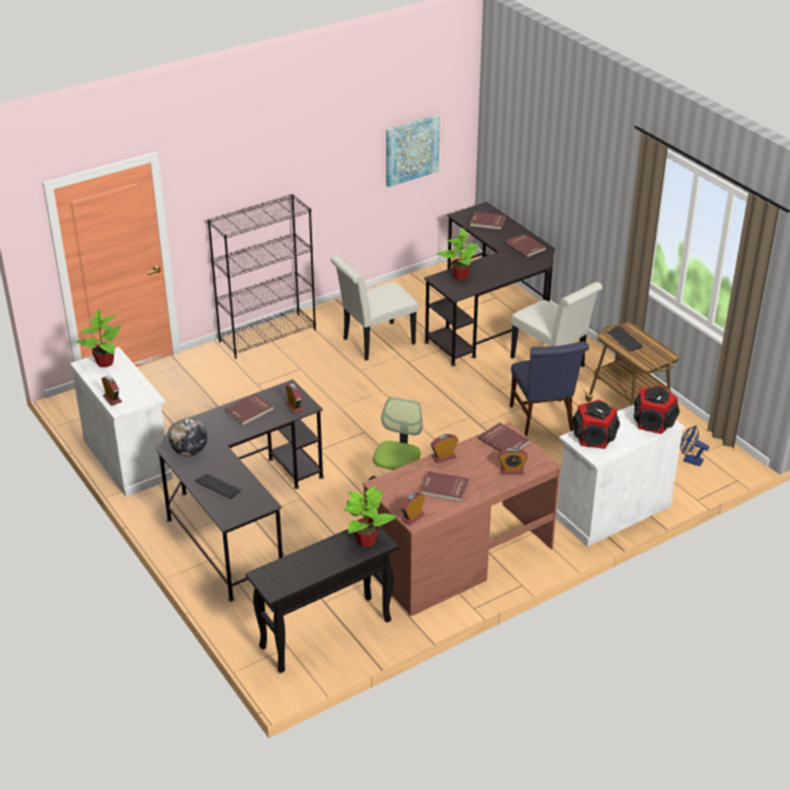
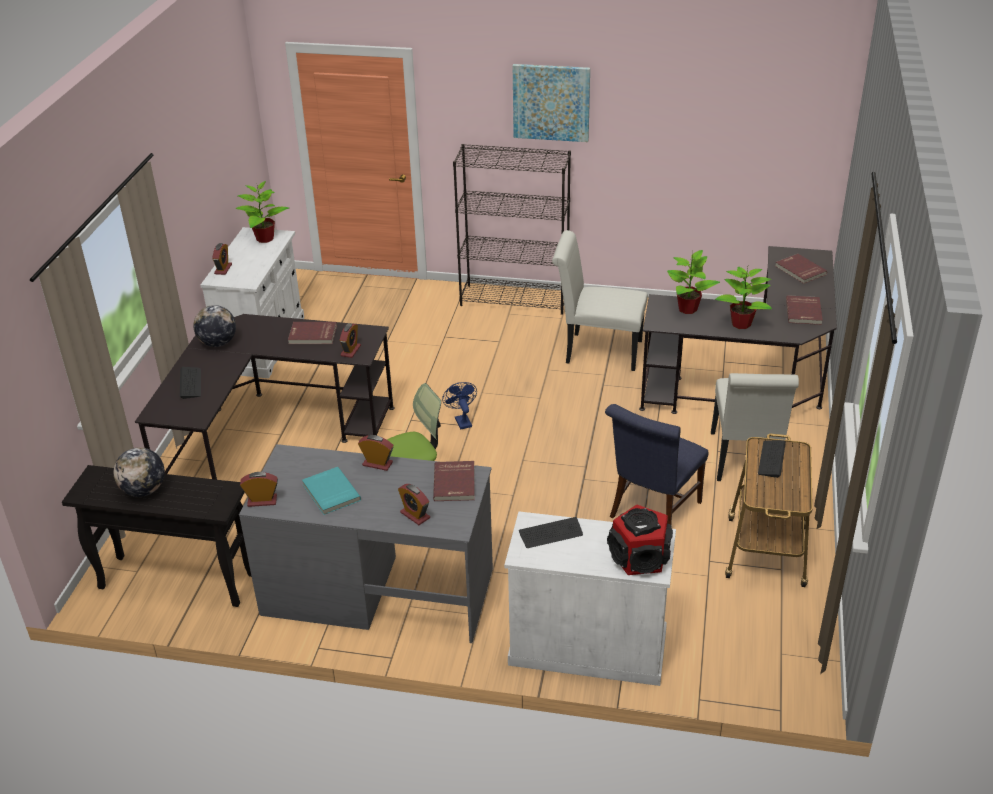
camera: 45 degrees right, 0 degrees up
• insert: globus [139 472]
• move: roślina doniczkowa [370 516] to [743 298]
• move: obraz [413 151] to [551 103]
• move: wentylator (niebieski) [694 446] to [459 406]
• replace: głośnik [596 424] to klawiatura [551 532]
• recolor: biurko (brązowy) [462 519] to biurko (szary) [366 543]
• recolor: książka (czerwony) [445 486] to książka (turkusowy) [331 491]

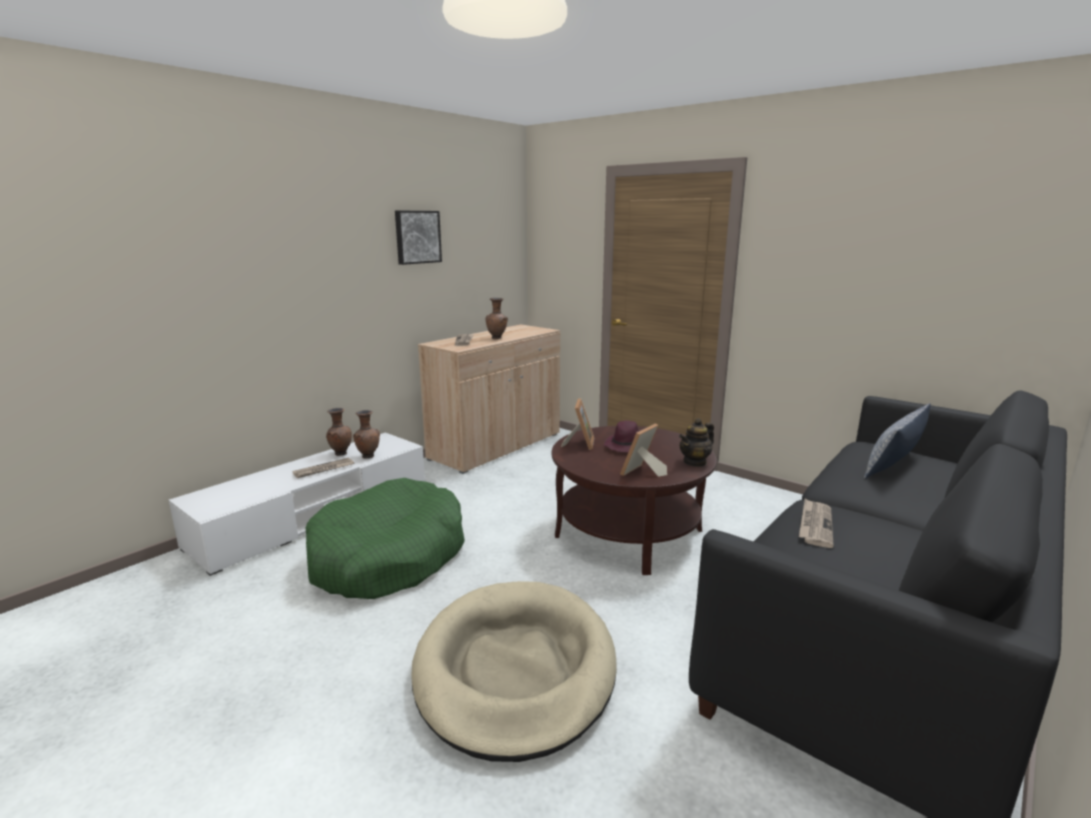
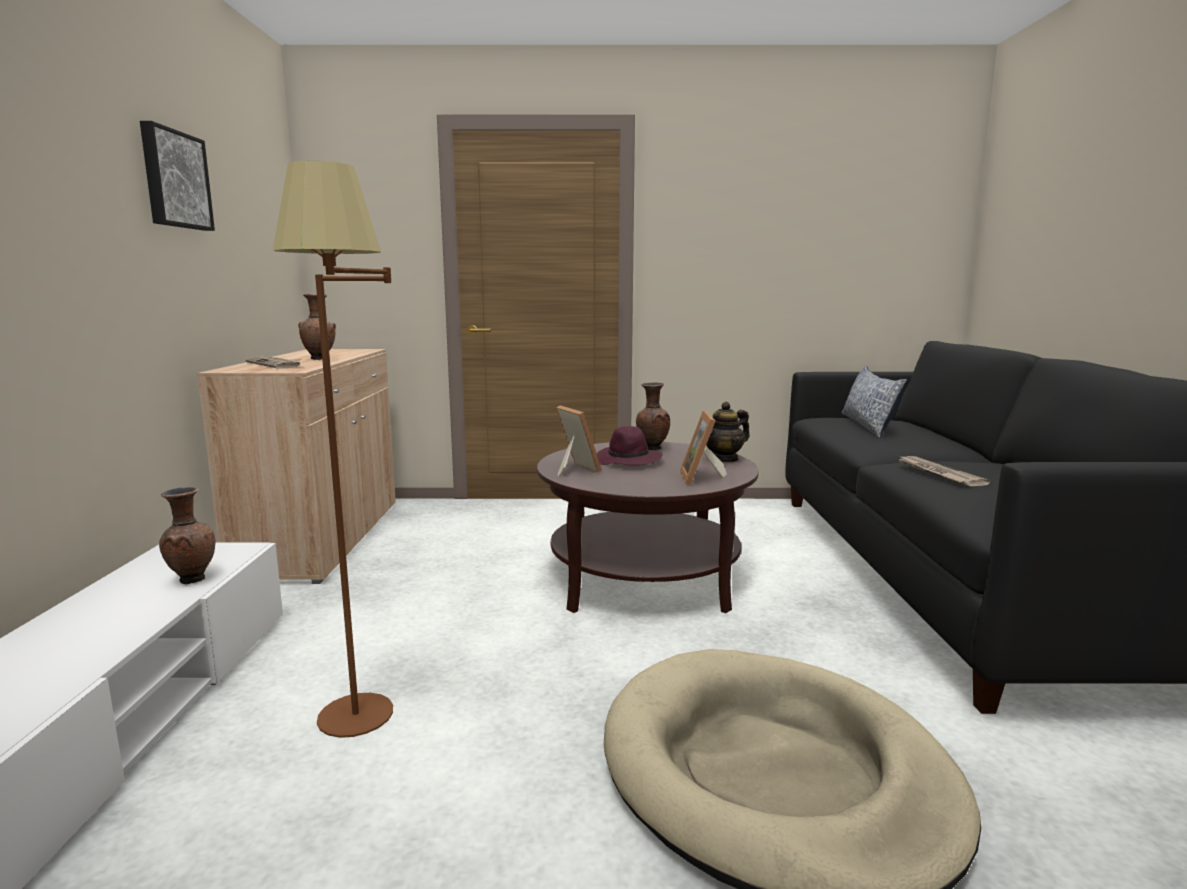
camera: 40 degrees left, 5 degrees down
• delete: gazeta [323 468]
• move: wazon (brązowy) [339 432] to [653 416]
• replace: legowisko (zielony) [385 538] to lampa stojąca (brązowy) [333 449]
• rotate: imbryk [696 442] = [728 432] 45 degrees clockwise

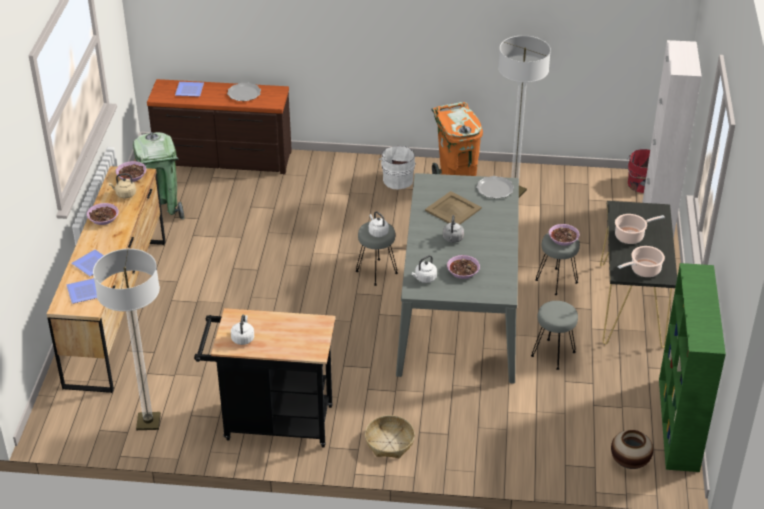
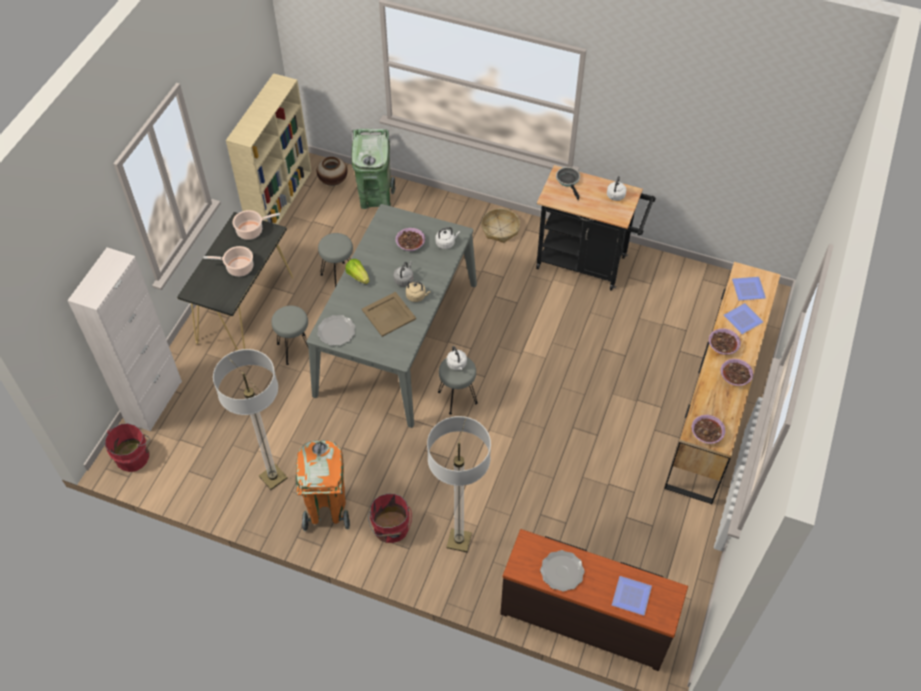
camera: 165 degrees left, 15 degrees up
• insert: sałata [357 271]
• insert: patelnia [568 183]
• move: lampa stojąca [127 339] to [459 484]
• move: czajnik (beżowy) [122 186] to [418 291]
• move: kosz na śmieci (zielony) [158 175] to [374 169]
• move: miska [564 235] to [725 342]
• recolor: wiadro (biały) [397 167] to wiadro (czerwony) [390 518]
• recolor: regał (zielony) [692 367] to regał (beżowy) [269 149]

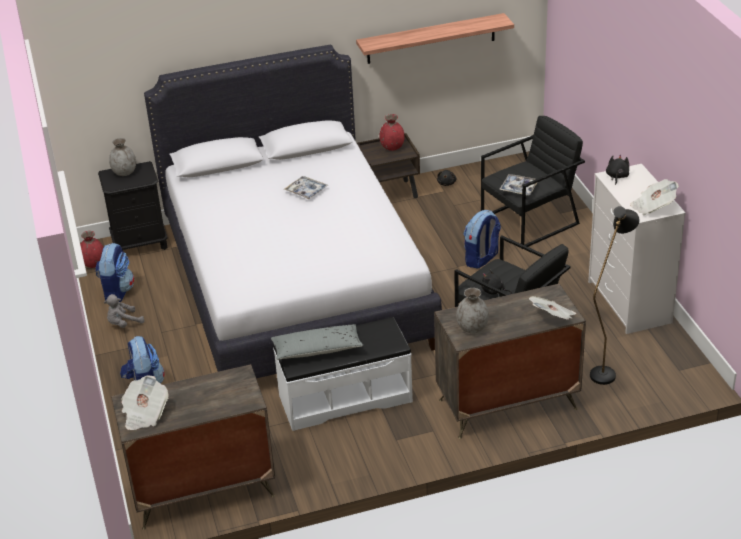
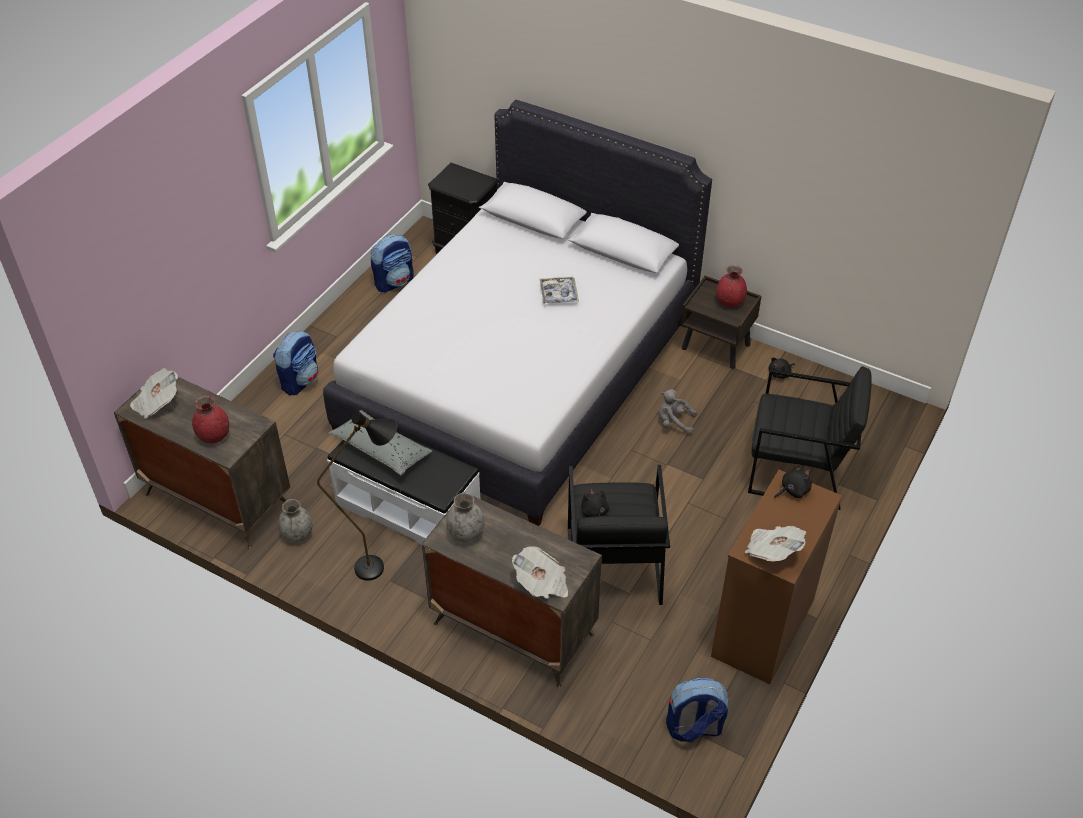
camera: 45 degrees right, 10 degrees up
• delete: półka [435 38]
• delete: taca [518 184]
• move: wazon (czerwony) [92 249] to [210 419]
• move: pluszak (szary) [124 311] to [678 412]
• move: wazon (szary) [122 157] to [295 521]
• move: plecak [482 239] to [697 710]
• move: lampa stojąca (czarny) [615 295] to [357 495]
• recolor: komoda (biały) [637 249] to komoda (brązowy) [776 577]

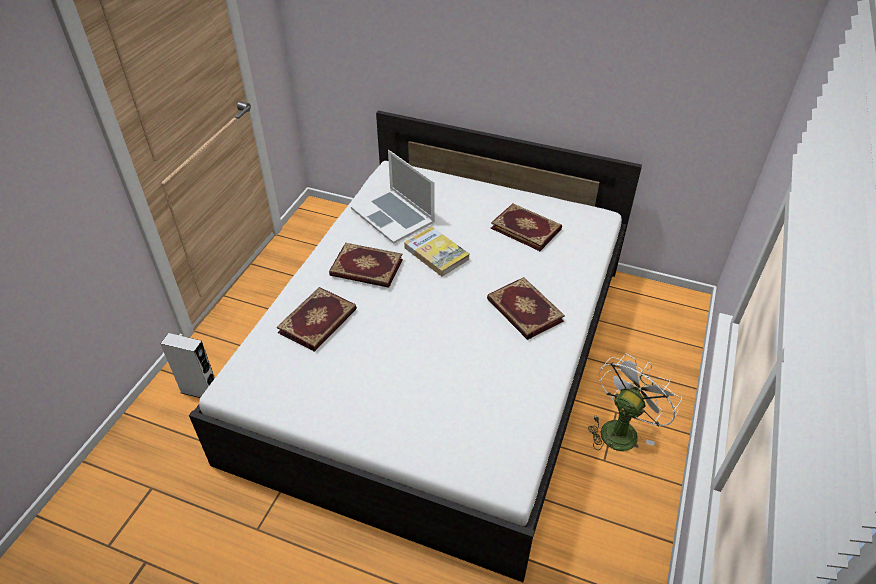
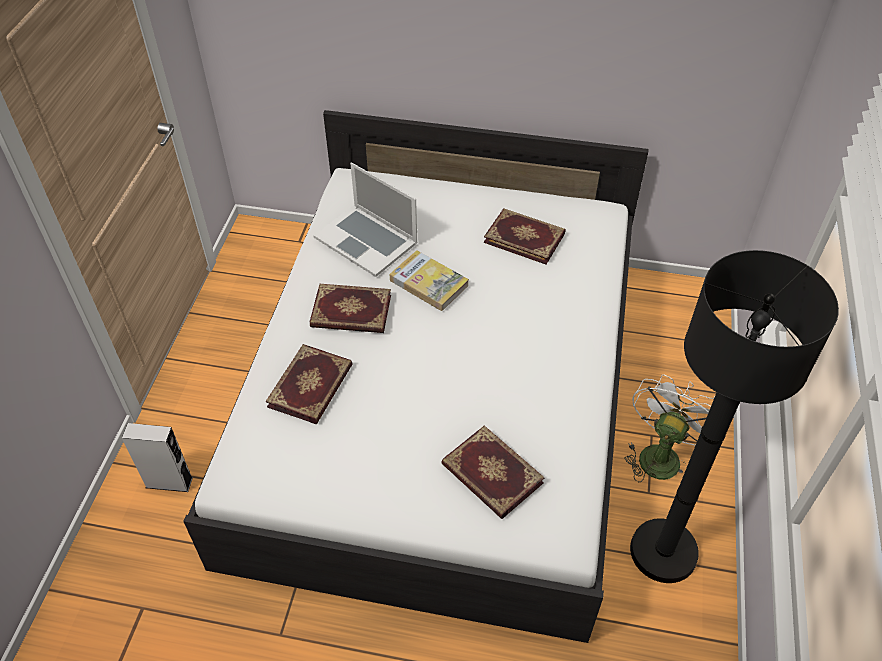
camera: 10 degrees left, 5 degrees up
• insert: lampa stojąca (czarny) [734 416]
• move: książka [526 308] to [493 472]

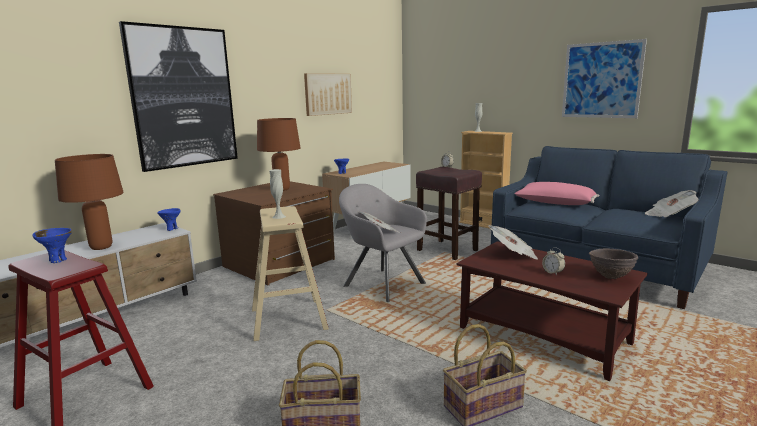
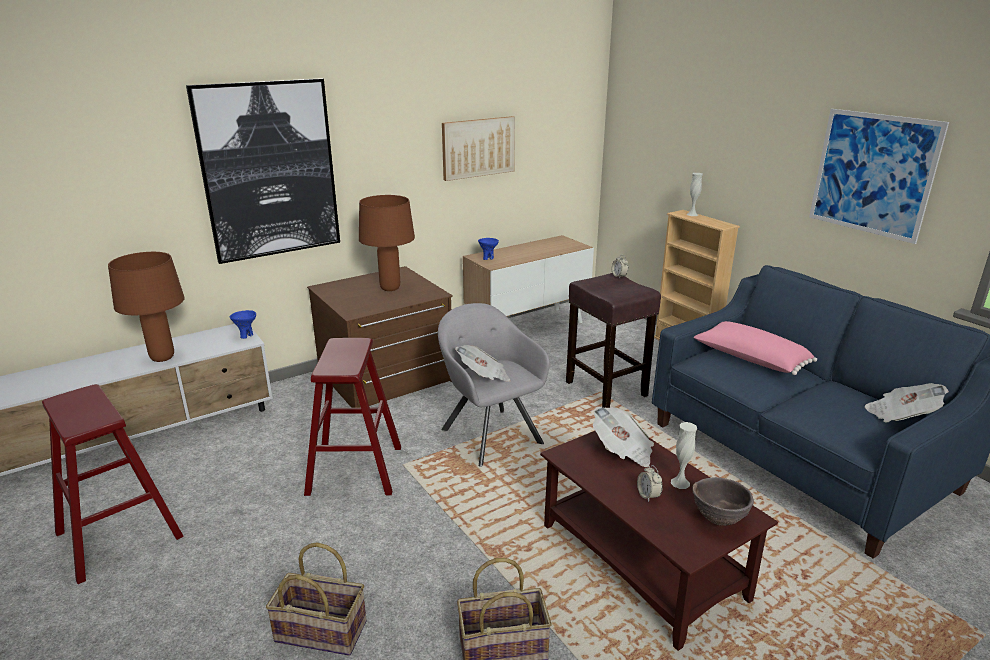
camera: 15 degrees right, 10 degrees up
• delete: miska (niebieski) [52 245]
• move: wazon (biały) [277 194] to [684 455]
• recolor: stołek (beżowy) [290 273] to stołek (czerwony) [352 417]

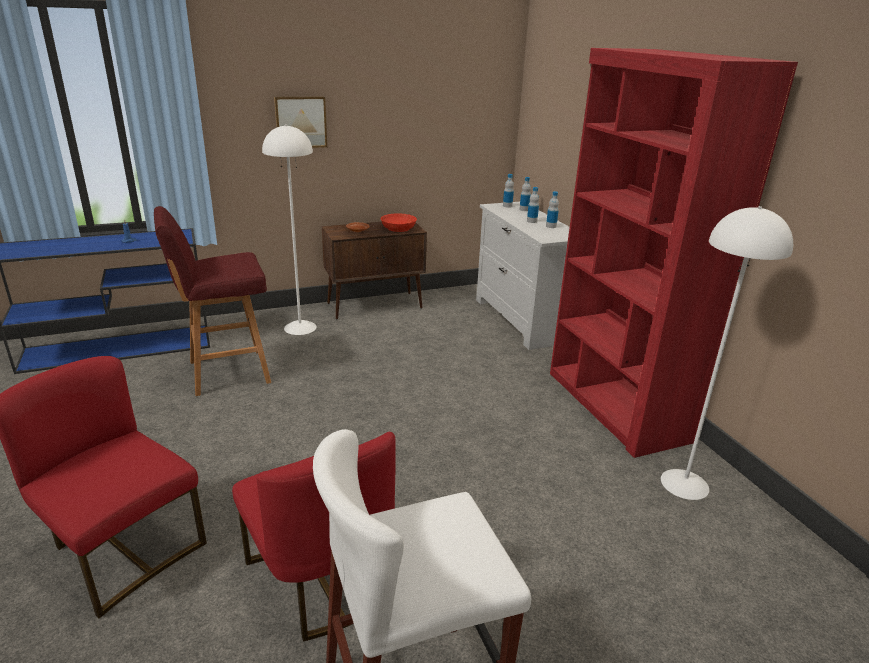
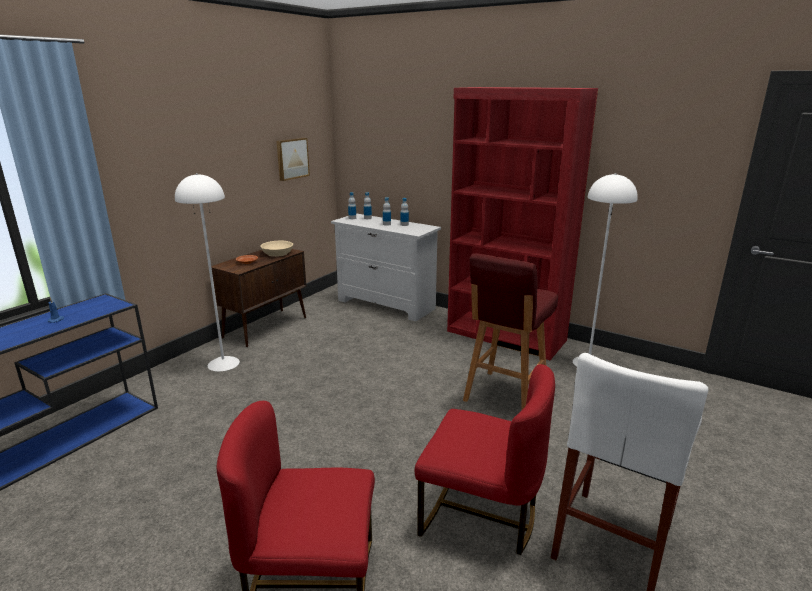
camera: 35 degrees left, 5 degrees down
• move: stołek (czerwony) [212 301] to [510 332]
• move: obraz [300 122] to [293 159]
• recolor: miska (czerwony) [398 222] to miska (beżowy) [276 249]

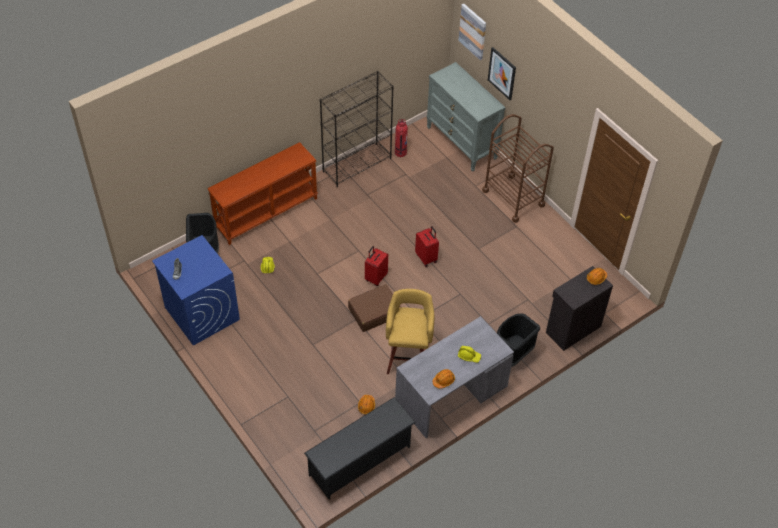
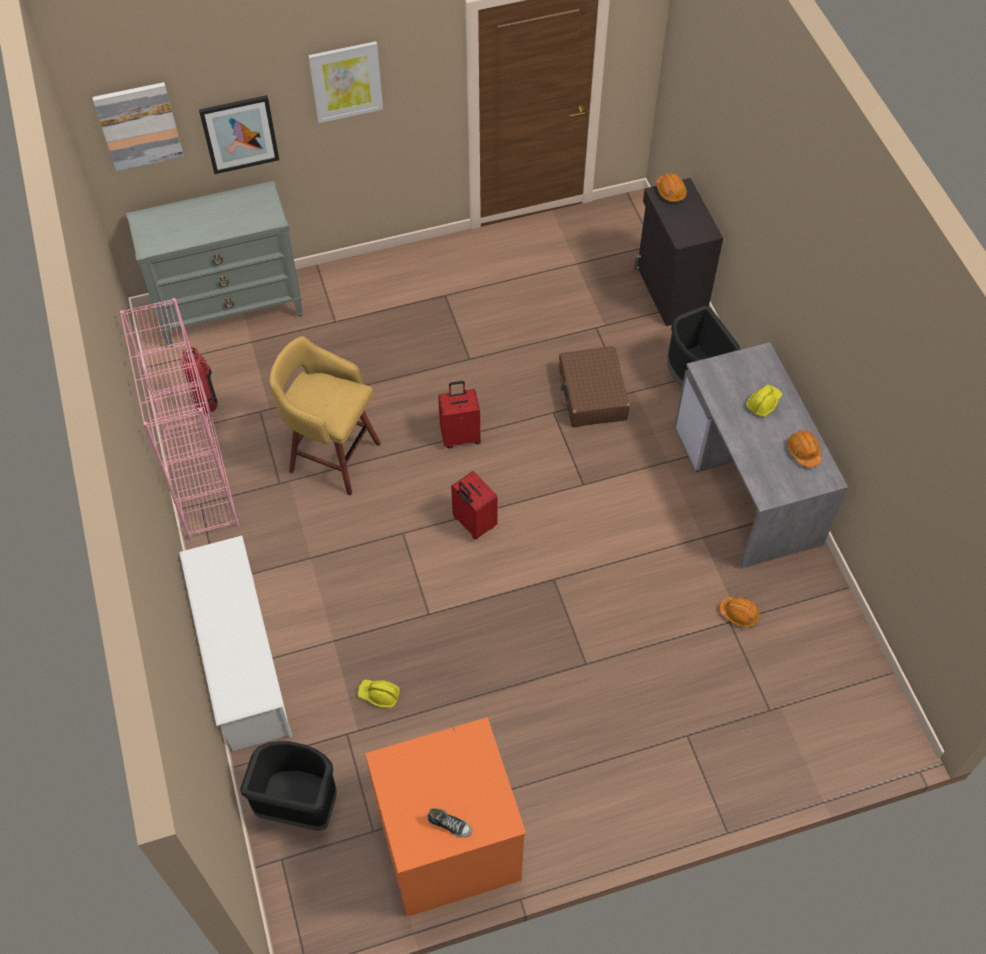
camera: 70 degrees left, 5 degrees up
• delete: regał na buty (czarny) [360 448]
• delete: wózek (brązowy) [518 168]
• insert: obraz [345 82]
• move: walizka (brązowy) [374 308] to [594 386]
• move: stołek (żółty) [410 331] to [325 416]
• replace: stolik konsolowy (brązowy) [263 193] to regał na buty (biały) [235 643]
• recolor: pralka (niebieski) [196 290] to pralka (pomarańczowy) [445 817]
• recolor: regał (czarny) [357 129] to regał (różowy) [179 419]

